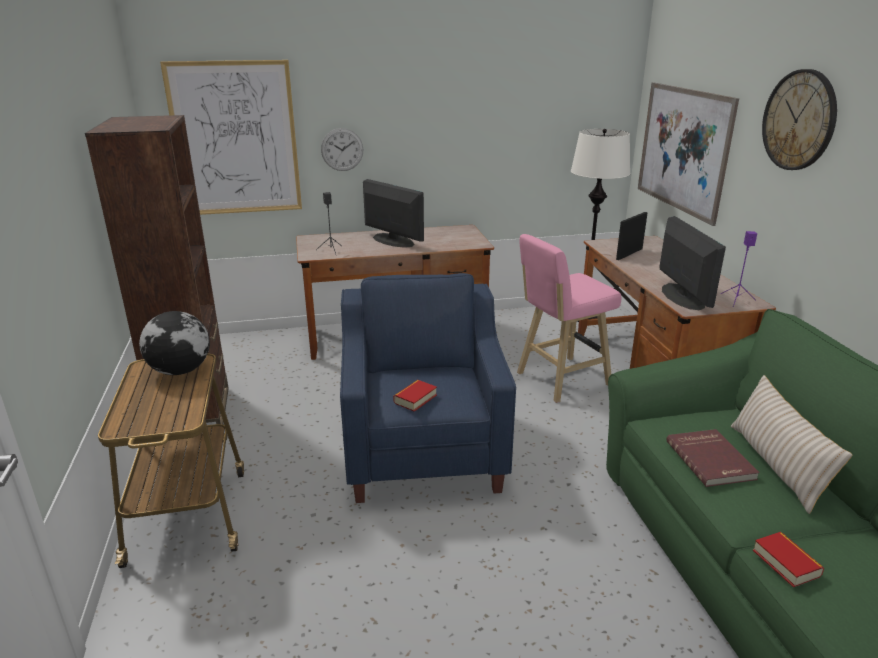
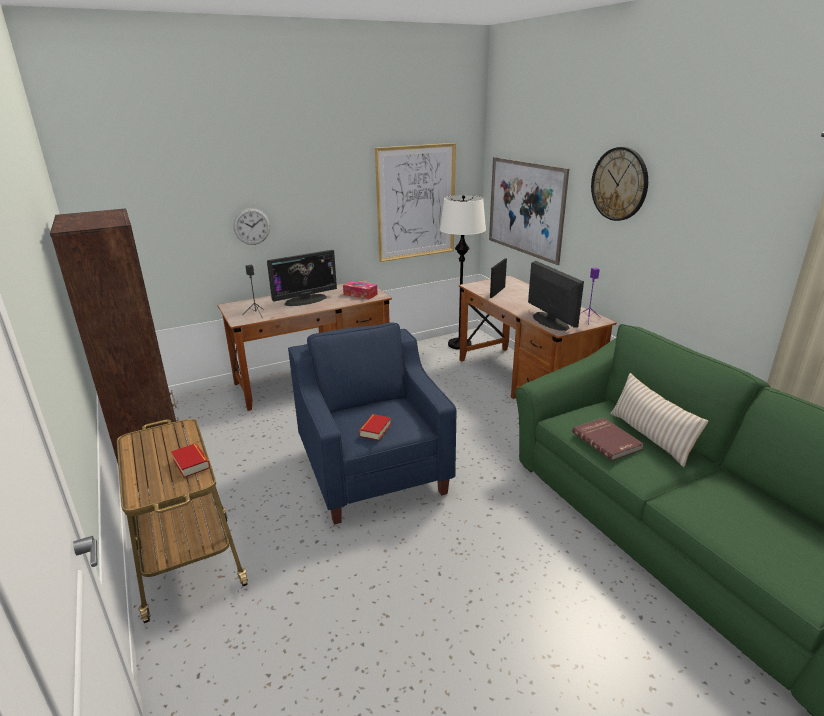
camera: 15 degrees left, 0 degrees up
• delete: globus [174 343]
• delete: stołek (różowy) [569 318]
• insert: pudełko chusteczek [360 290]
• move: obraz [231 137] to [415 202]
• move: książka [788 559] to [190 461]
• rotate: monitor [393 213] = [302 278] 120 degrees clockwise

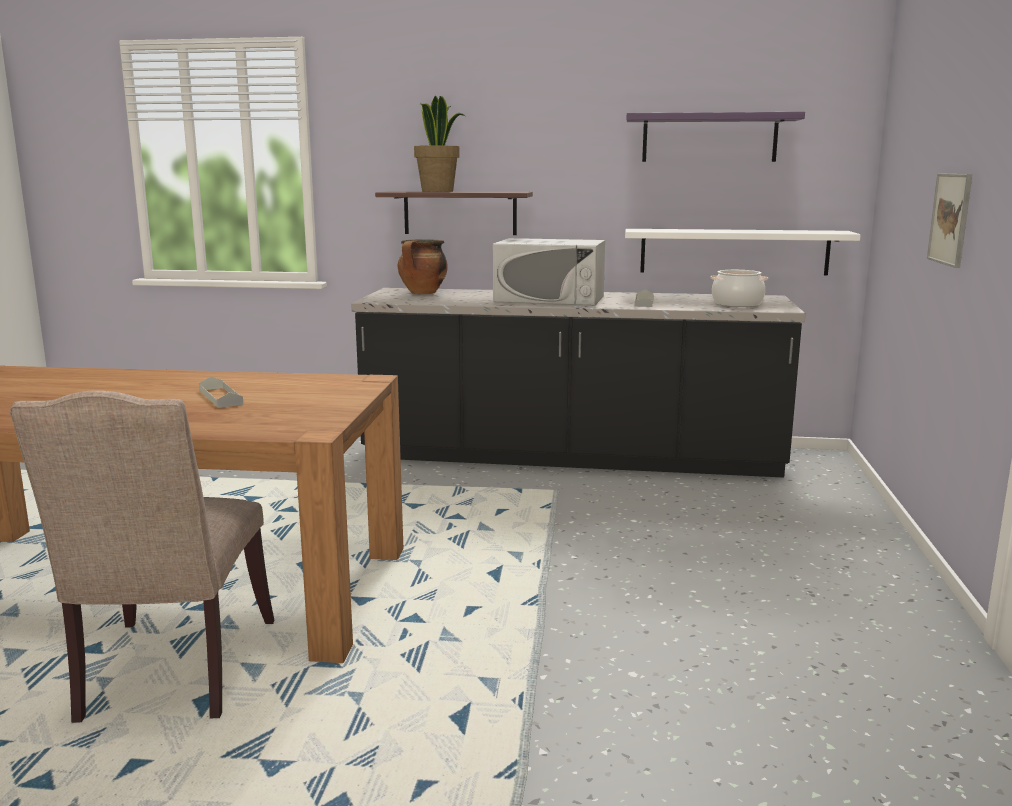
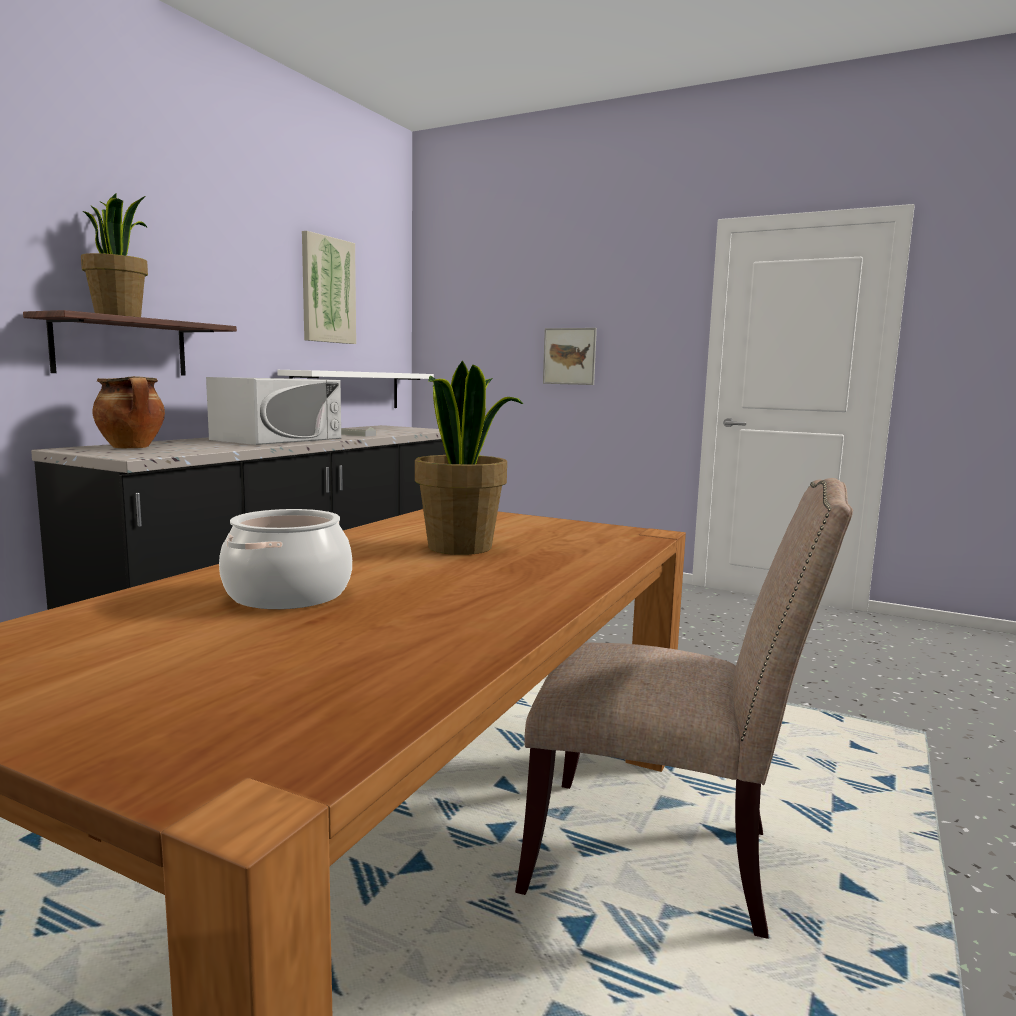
camera: 70 degrees left, 5 degrees down
• move: garnek [739 288] to [285 559]
• replace: taca (szary) [221 392] to roślina doniczkowa [469 458]
• replace: półka (fioletowy) [715 137] to obraz [329 287]

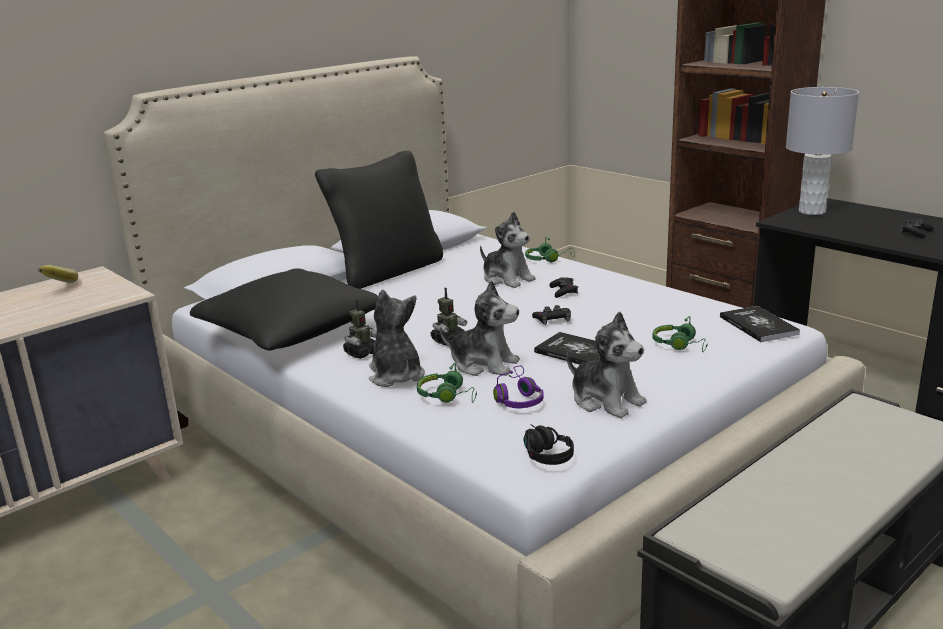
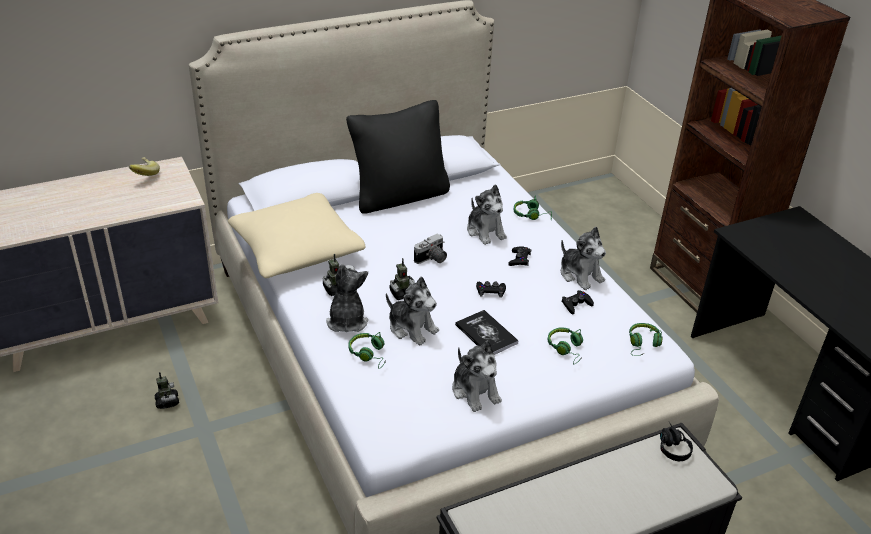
camera: 15 degrees right, 15 degrees up
• delete: słuchawki (fioletowy) [518 386]
• delete: lampa stołowa (szary) [822 151]
• insert: robot zabawkowy [167 390]
• insert: aparat fotograficzny [430 249]
• insert: pluszak [583 258]
• move: słuchawki (czarny) [549 444] to [676 441]
• move: pad do gier (czarny) [917 228] to [578 302]
• replace: książka [760 324] to słuchawki (zielony) [645 339]
• recolor: poduszka (czarny) [284 309] to poduszka (beżowy) [296 235]

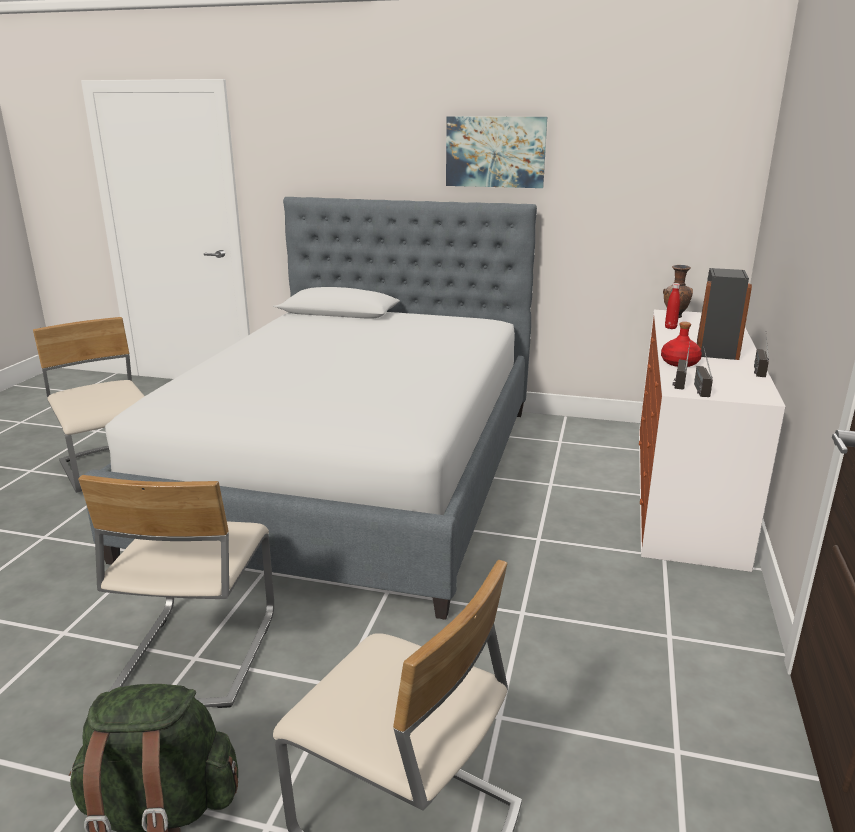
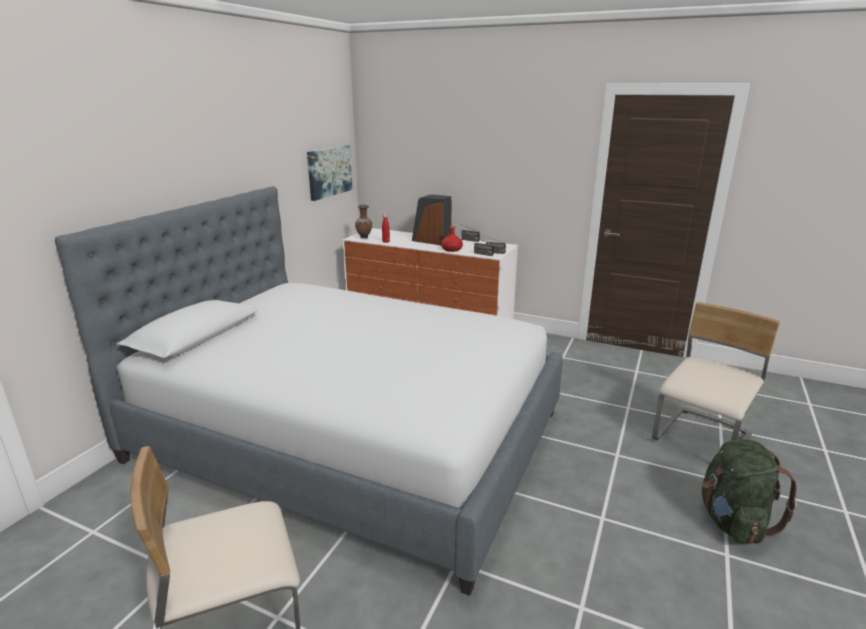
camera: 80 degrees left, 0 degrees up
• delete: krzesło (beżowy) [176 591]
• move: obraz [496 152] to [330 173]

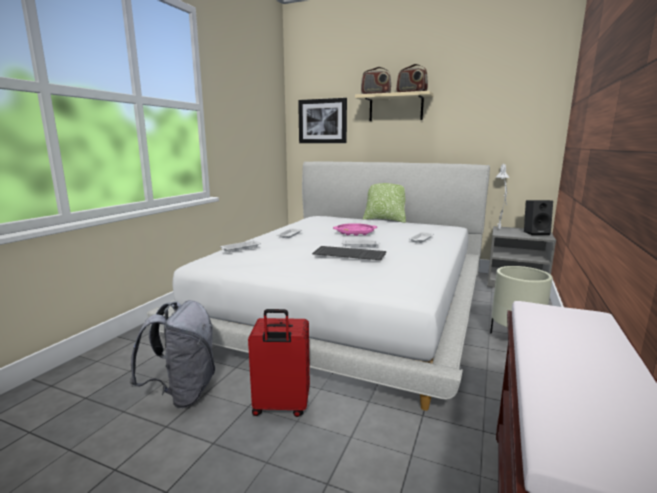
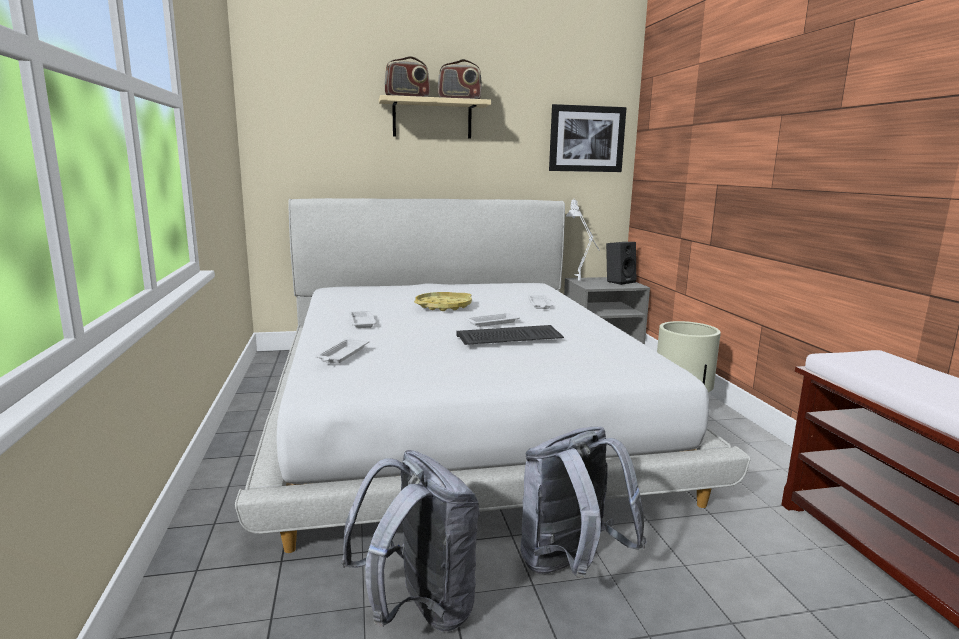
camera: 35 degrees left, 0 degrees up
• delete: poduszka [384 203]
• move: obraz [322 120] to [587 138]
• replace: walizka (czerwony) [279 363] to plecak (szary) [583 503]
• recolor: taca (różowy) [355 229] to taca (żółty) [443 301]

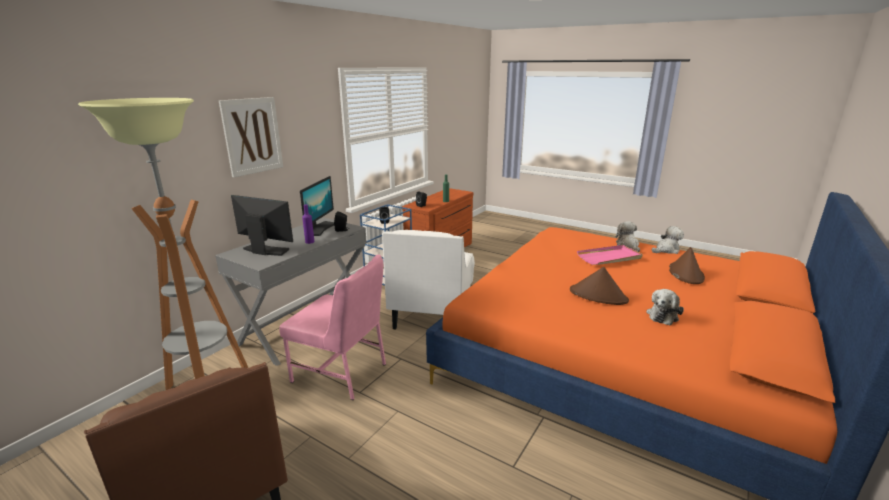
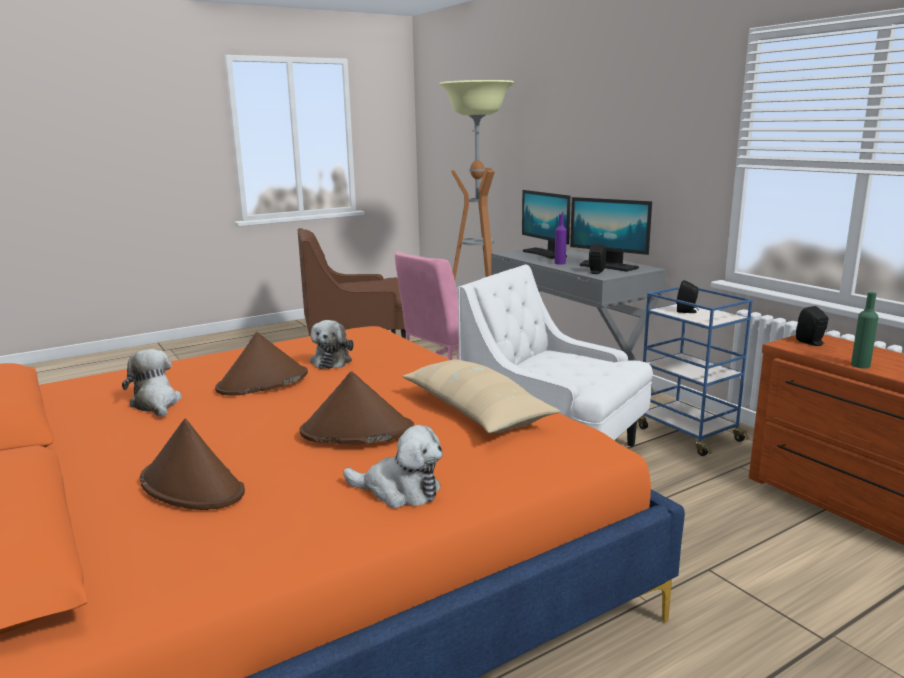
camera: 115 degrees right, 5 degrees down
• delete: obraz [251 137]
• insert: poduszka (beżowy) [481 396]
• move: pluszak [668 240] to [332 344]
• replace: taca (różowy) [610 255] to kapelusz (brązowy) [357 407]
• rotate: monitor [262 225] = [546 224] 105 degrees clockwise

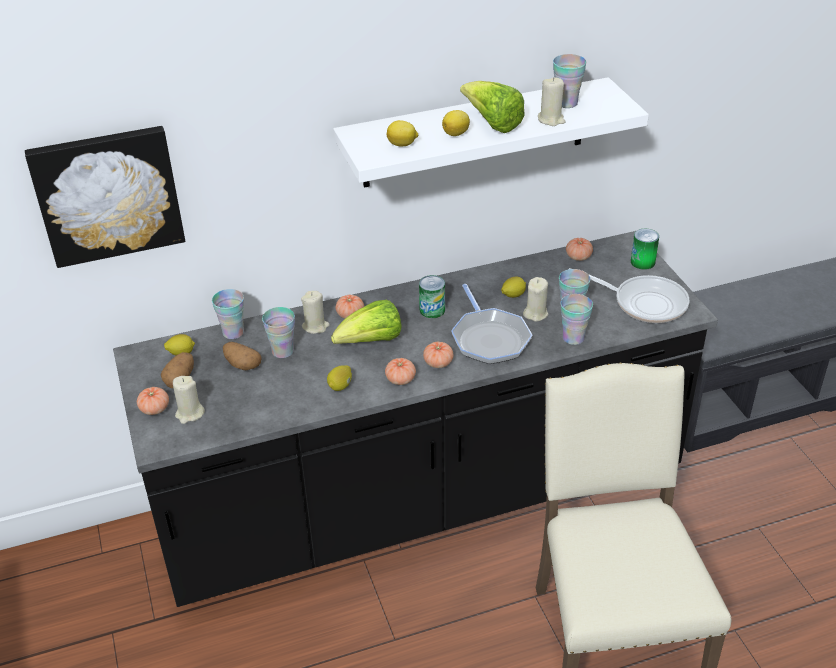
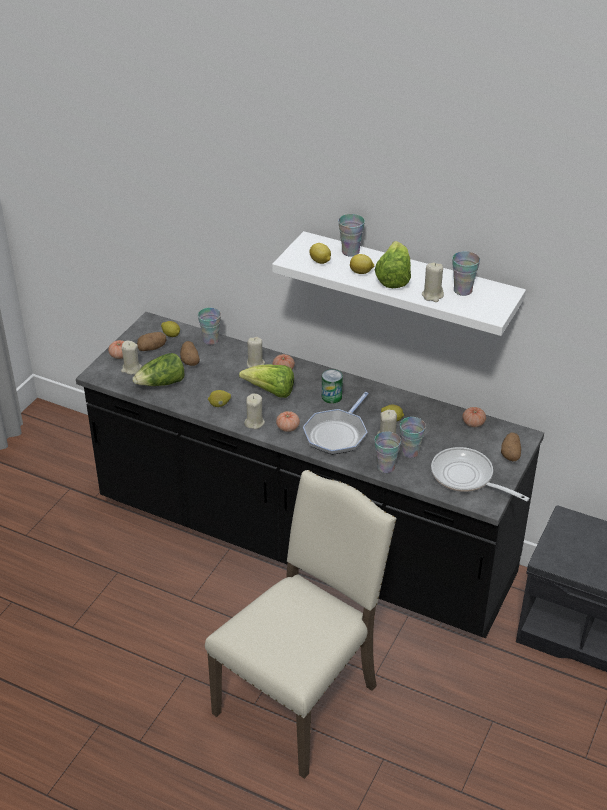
camera: 45 degrees right, 0 degrees up
• delete: obraz [105 197]
• insert: sałata [158 369]
• move: filiżanka [278 332] to [351 235]
• replace: pomidor [400 371] to świeca (beżowy) [254 411]
• replace: puszka [645 249] to ziemniak [511 447]
• rotate: patelnia [629 295] = [480 474] 150 degrees clockwise

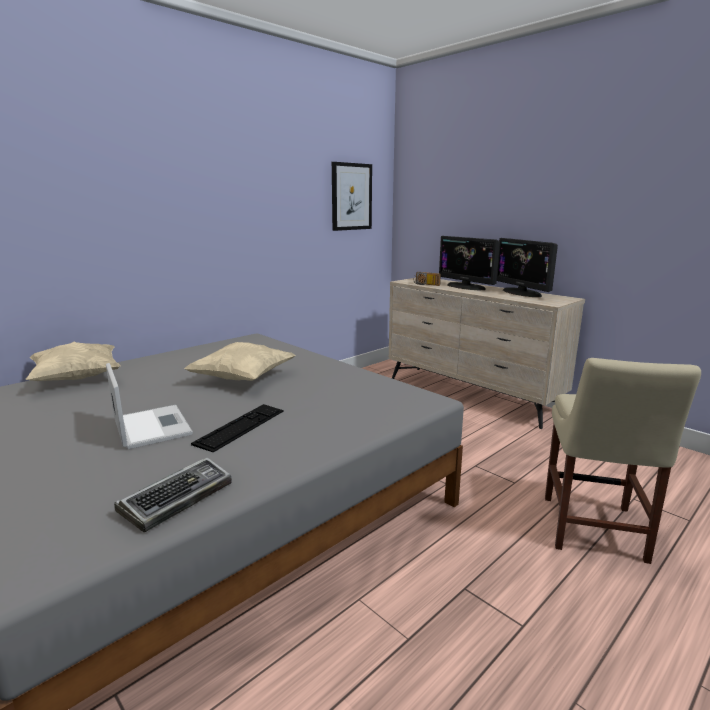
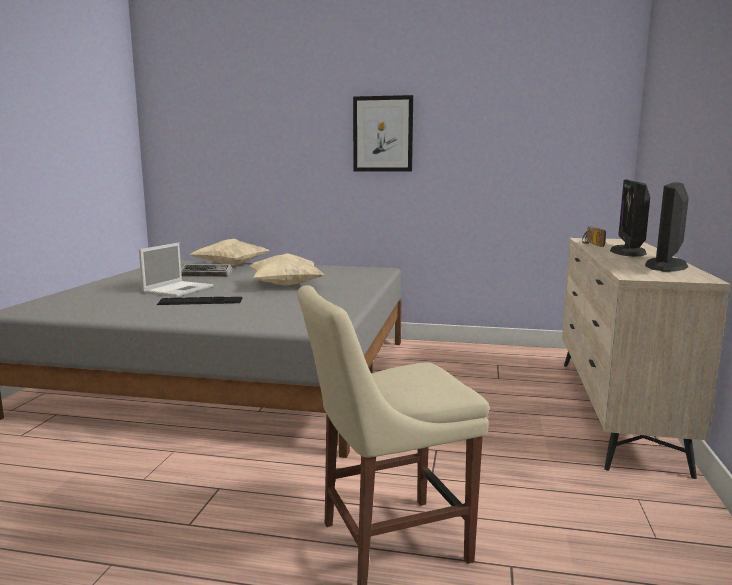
camera: 55 degrees right, 5 degrees down
• move: klawiatura [173 494] to [207 270]
• move: obraz [352 196] to [383 133]

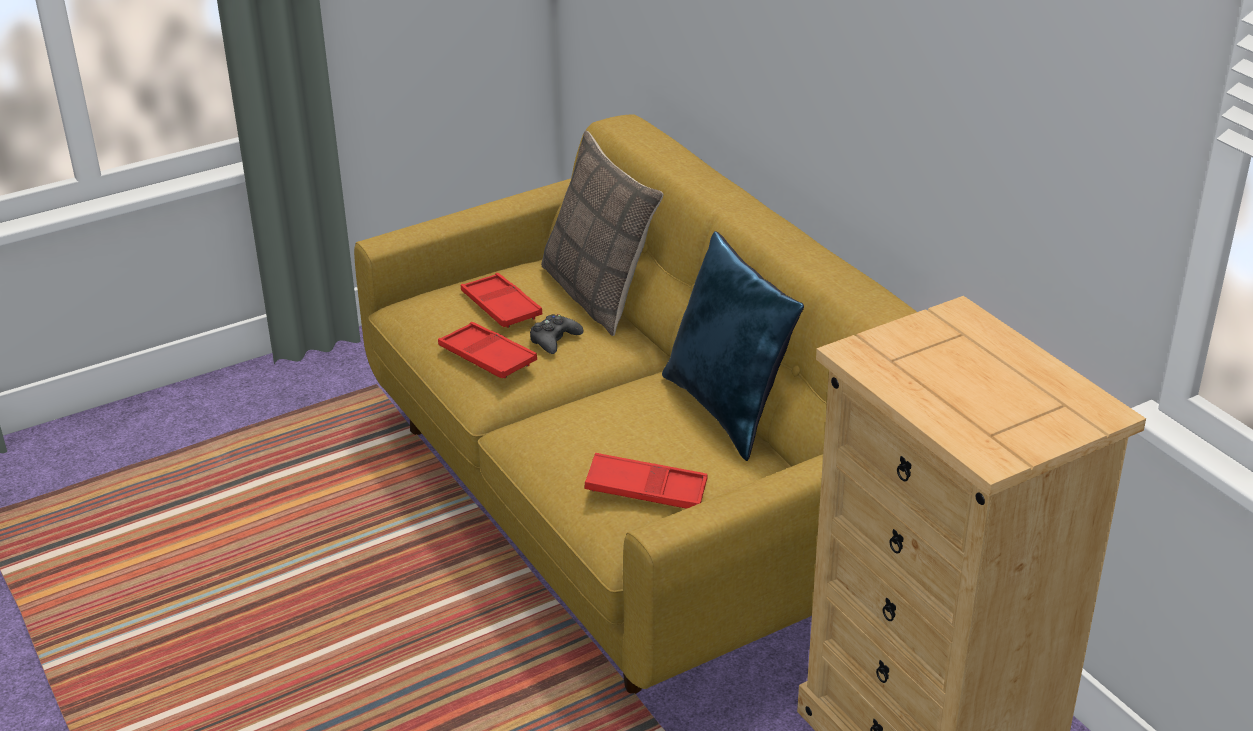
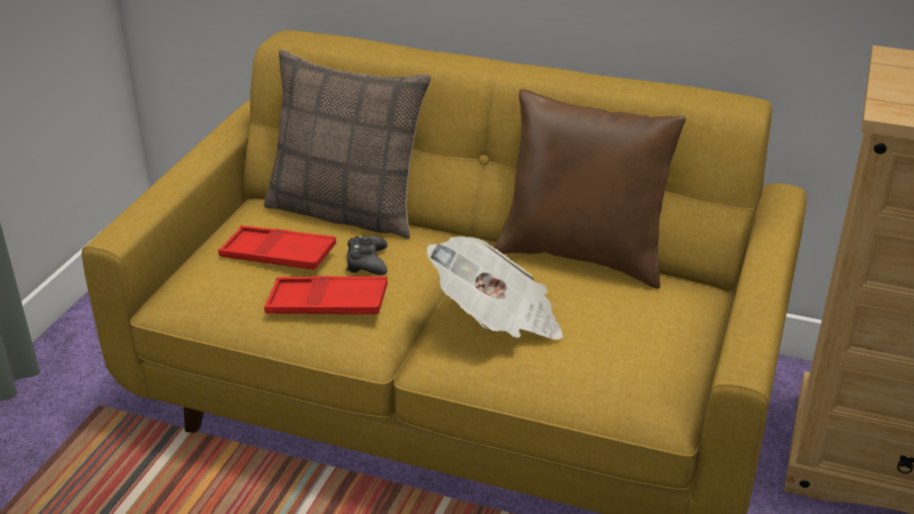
camera: 40 degrees left, 0 degrees up
• delete: taca (czerwony) [646 481]
• insert: gazeta [495 288]
• recolor: poduszka (niebieski) [733 346] to poduszka (brązowy) [590 189]

